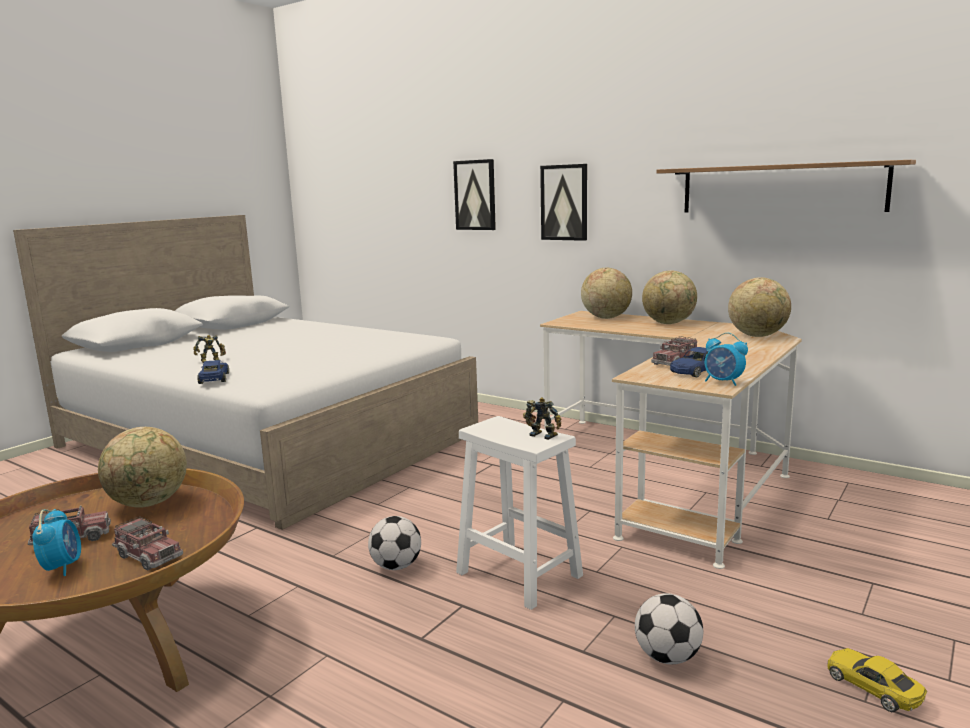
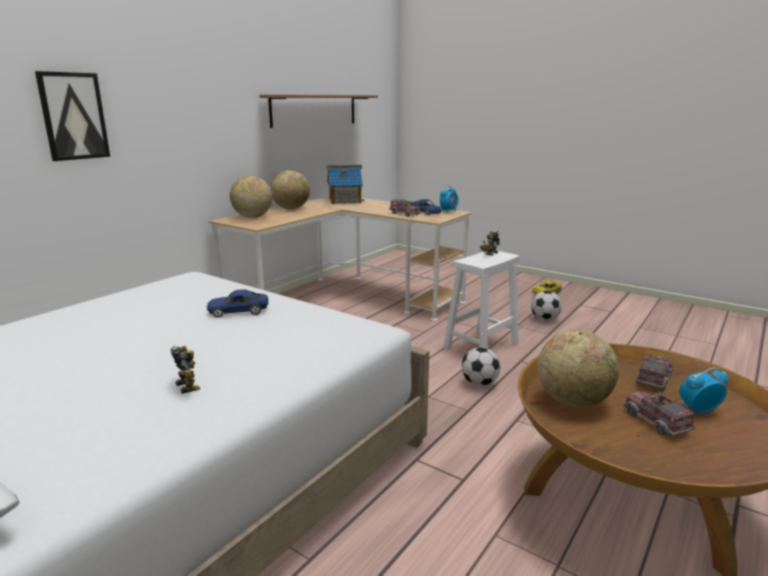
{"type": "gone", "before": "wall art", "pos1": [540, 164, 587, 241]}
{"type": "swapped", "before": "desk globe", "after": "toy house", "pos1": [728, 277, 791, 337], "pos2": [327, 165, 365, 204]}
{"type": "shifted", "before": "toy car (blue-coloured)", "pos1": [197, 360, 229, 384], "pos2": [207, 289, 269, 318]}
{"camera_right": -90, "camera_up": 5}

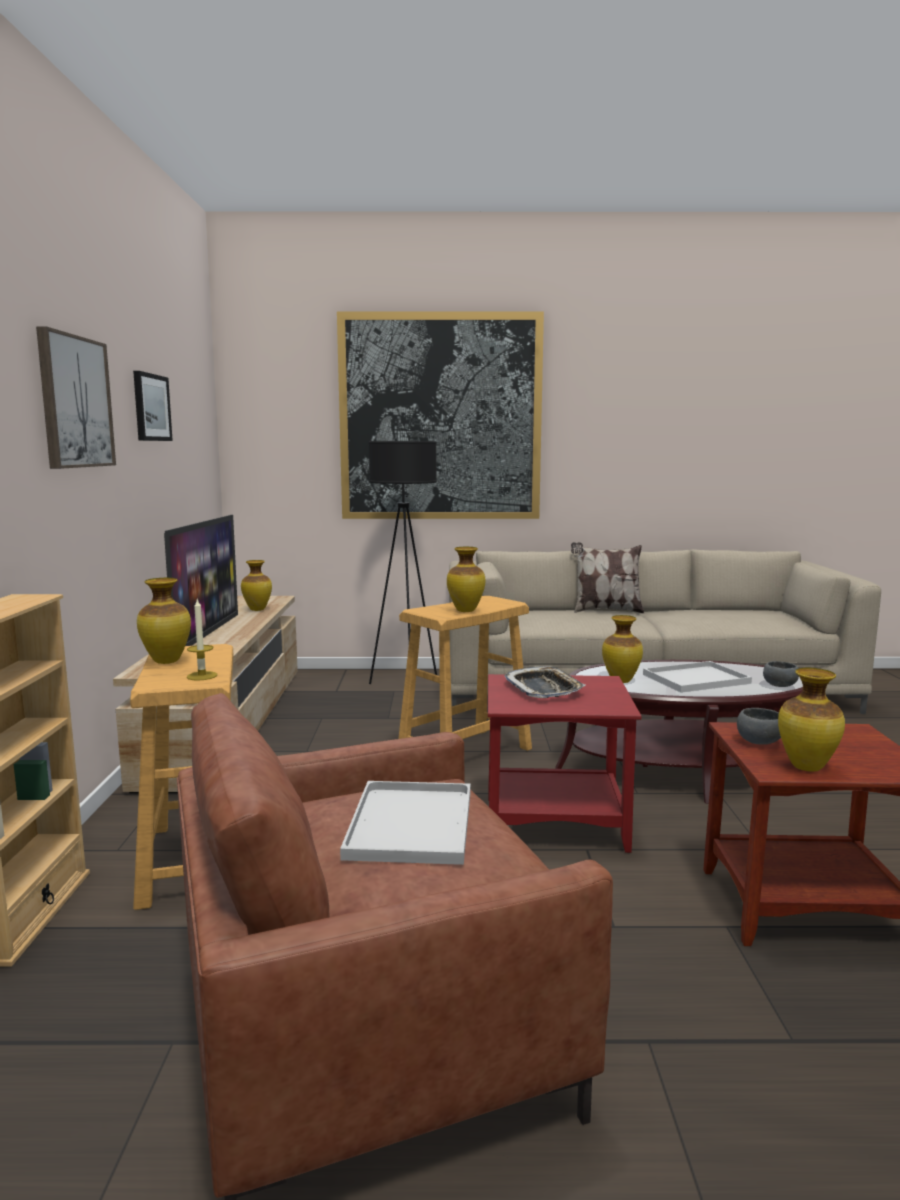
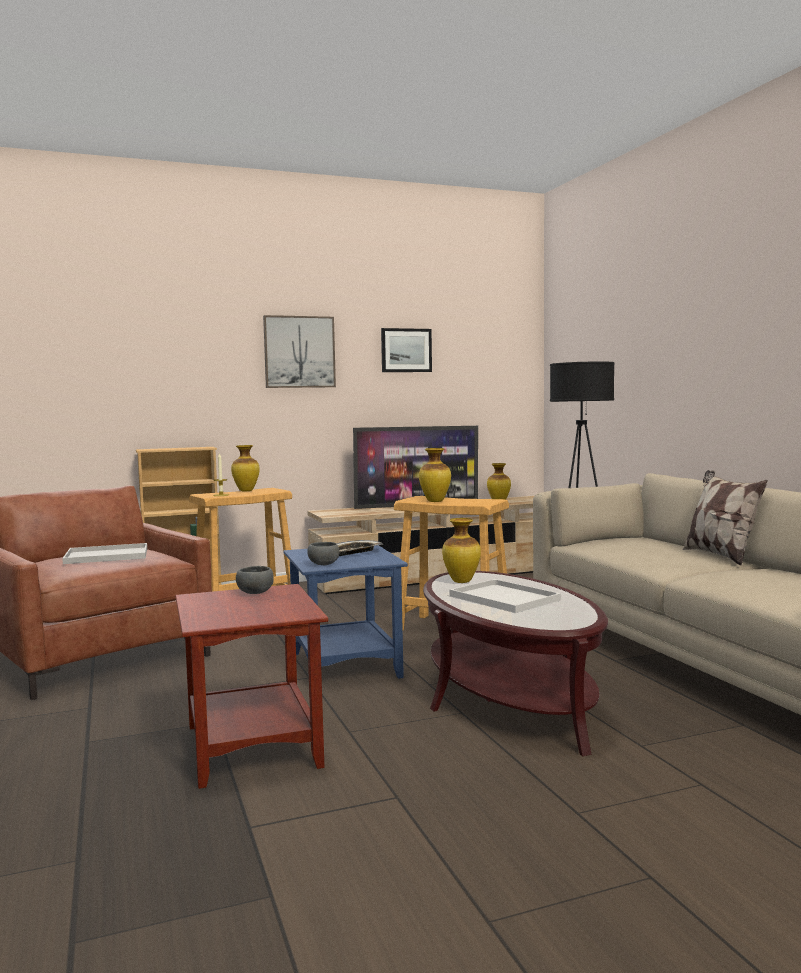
{"type": "gone", "before": "wall art", "pos1": [337, 311, 544, 519]}
{"type": "shifted", "before": "bowl (greyish)", "pos1": [763, 661, 799, 687], "pos2": [307, 542, 339, 565]}
{"type": "gone", "before": "vase", "pos1": [778, 668, 845, 772]}
{"type": "repainted", "before": "side table (red-coloured)", "after": "side table (blue-coloured)", "pos1": [488, 674, 642, 853], "pos2": [284, 546, 408, 679]}
{"camera_right": 70, "camera_up": -5}

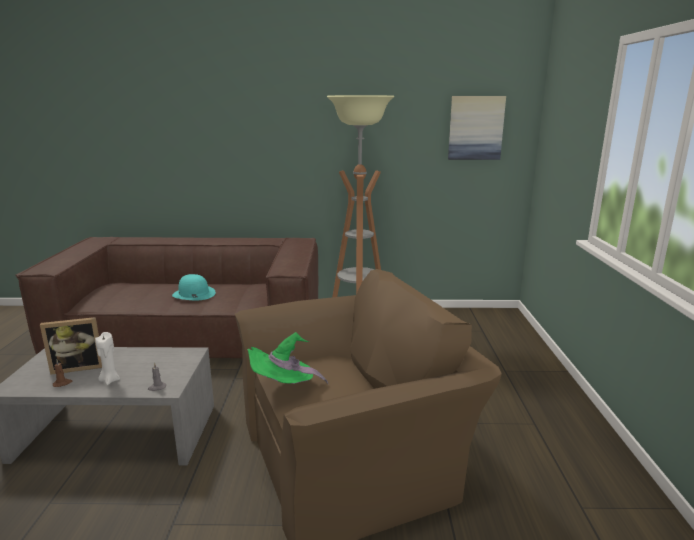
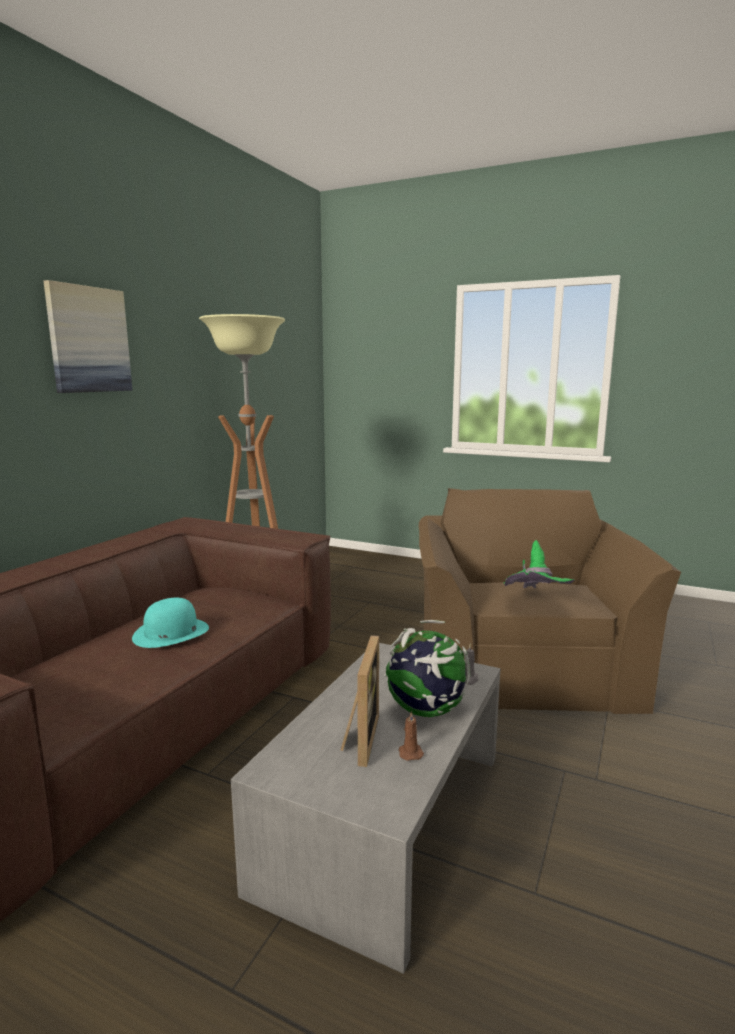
{"type": "shifted", "before": "wall art", "pos1": [448, 96, 506, 160], "pos2": [43, 280, 133, 393]}
{"type": "swapped", "before": "wax candle (white-coloured)", "after": "desk globe", "pos1": [95, 332, 120, 385], "pos2": [384, 620, 470, 717]}
{"camera_right": -65, "camera_up": -5}

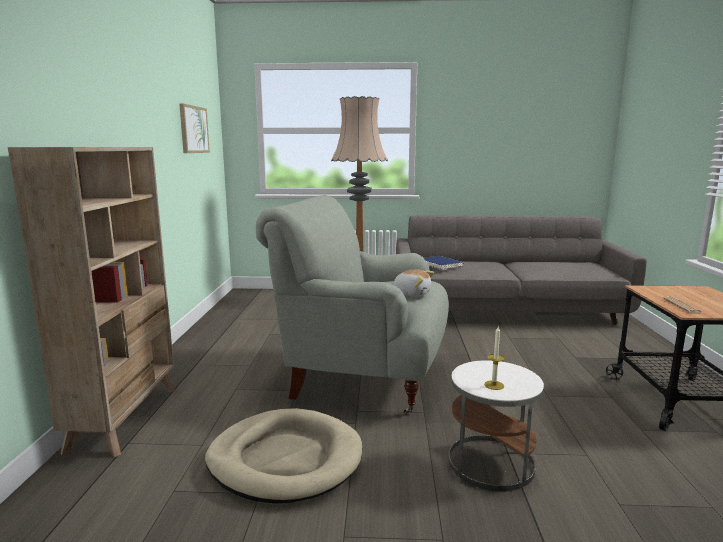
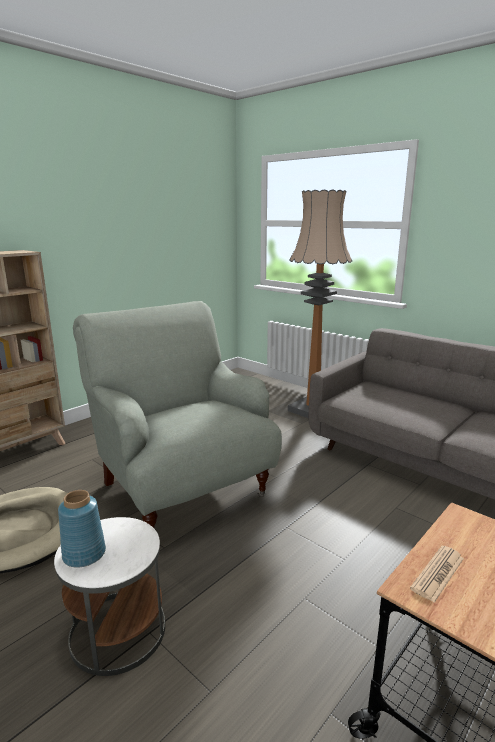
{"type": "gone", "before": "wall art", "pos1": [179, 103, 210, 153]}
{"type": "gone", "before": "book (blue-coloured)", "pos1": [424, 256, 464, 270]}
{"type": "gone", "before": "plush toy", "pos1": [390, 269, 434, 297]}
{"type": "swapped", "before": "wax candle", "after": "vase (blue-coloured)", "pos1": [484, 327, 505, 390], "pos2": [58, 490, 106, 568]}
{"camera_right": 40, "camera_up": 5}

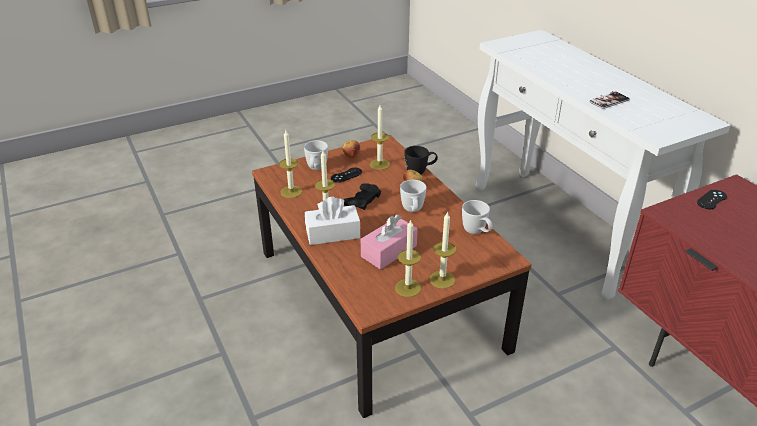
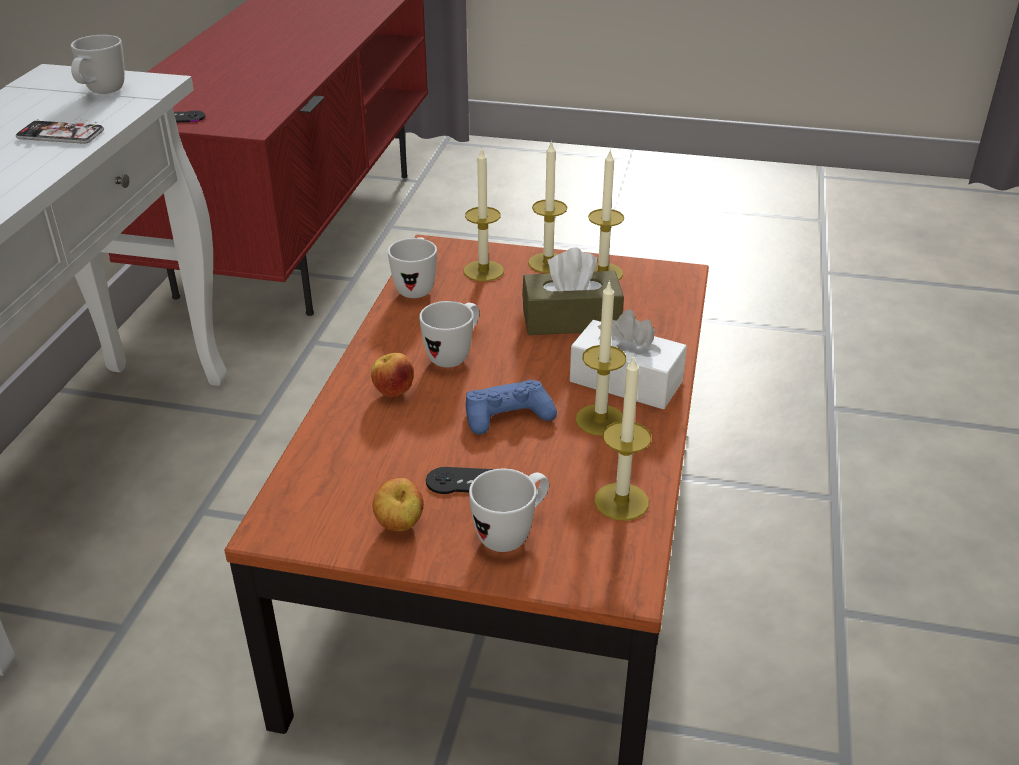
{"type": "shifted", "before": "wax candle", "pos1": [370, 105, 390, 170], "pos2": [464, 147, 504, 281]}
{"type": "gone", "before": "coffee mug (black-coloured)", "pos1": [404, 146, 438, 174]}
{"type": "repainted", "before": "gamepad (black-coloured)", "after": "gamepad (blue-coloured)", "pos1": [344, 183, 381, 210], "pos2": [466, 380, 557, 434]}
{"type": "repainted", "before": "tissue holder (pinkish)", "after": "tissue holder (brown)", "pos1": [361, 214, 418, 270], "pos2": [522, 247, 624, 335]}
{"type": "new", "after": "coffee mug (white-coloured)", "pos2": [71, 35, 125, 94]}
{"camera_right": -140, "camera_up": 0}

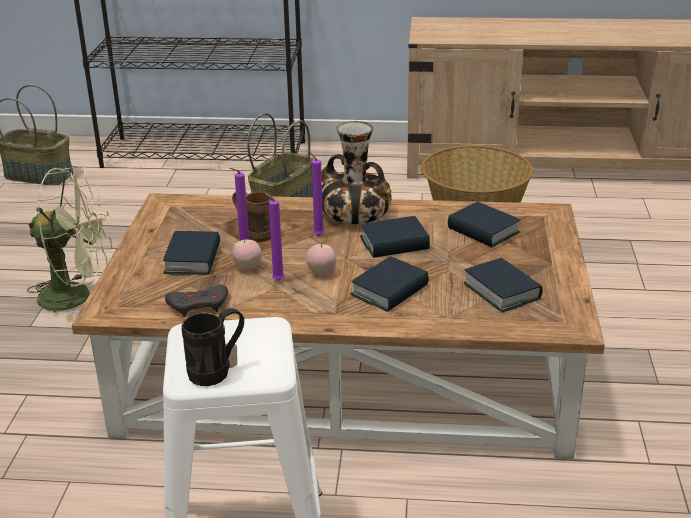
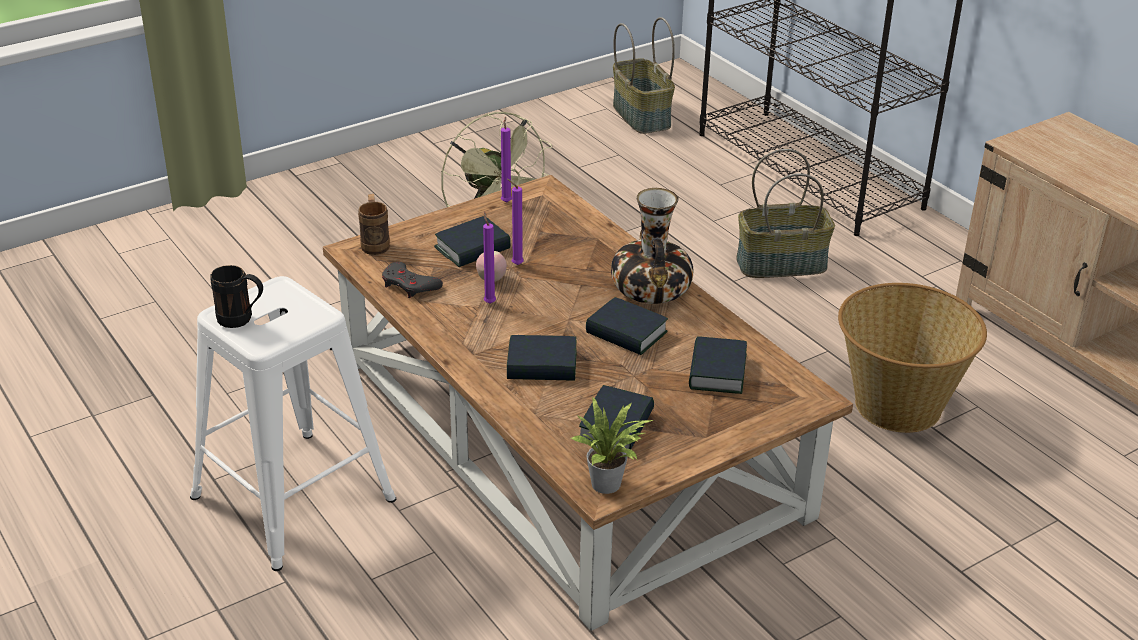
{"type": "shifted", "before": "wax candle (purple-coloured)", "pos1": [308, 150, 324, 236], "pos2": [501, 117, 512, 203]}
{"type": "shifted", "before": "coffee mug (brown)", "pos1": [232, 192, 272, 242], "pos2": [358, 194, 390, 255]}
{"type": "gone", "before": "apple", "pos1": [306, 242, 336, 275]}
{"type": "new", "after": "potted plant", "pos2": [570, 398, 653, 494]}
{"camera_right": 50, "camera_up": 5}

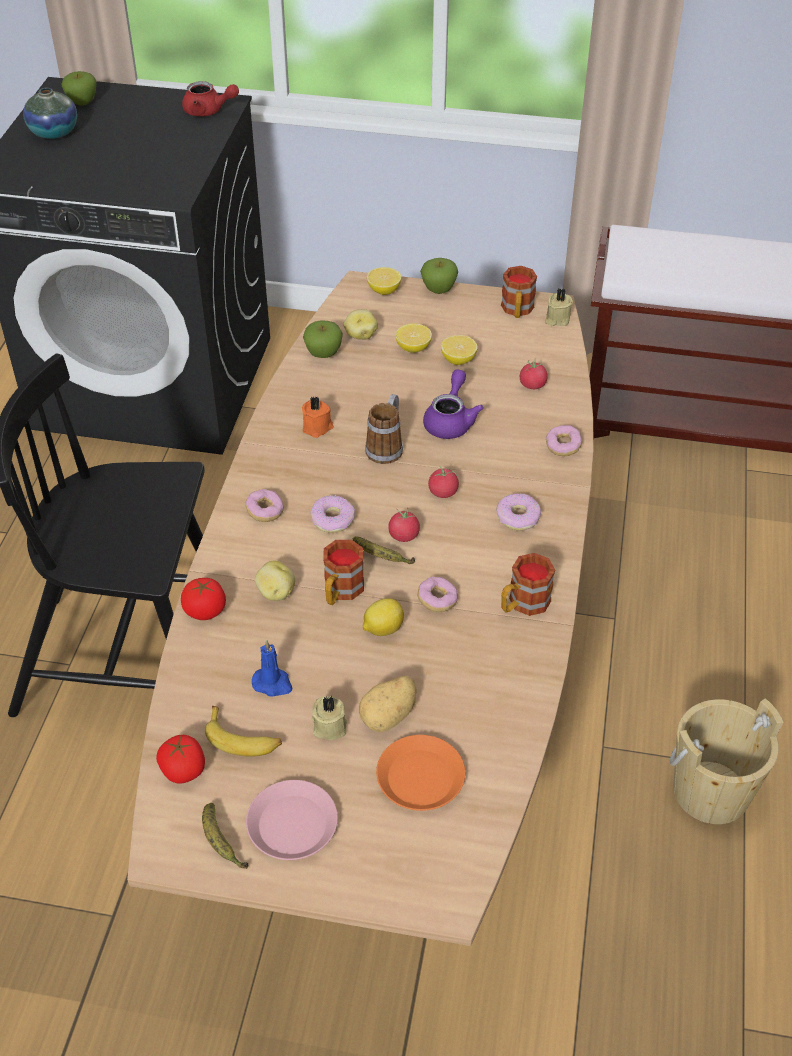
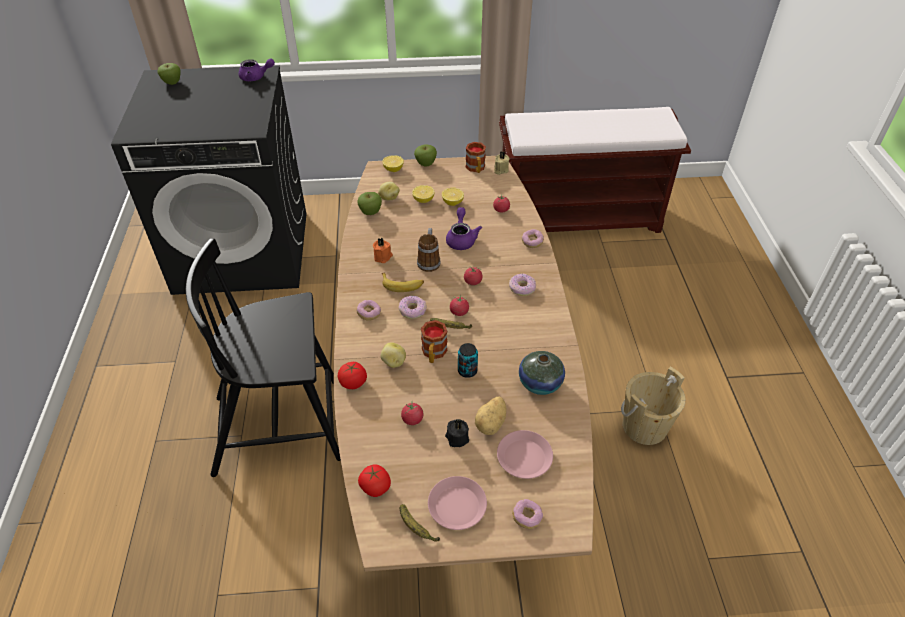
{"type": "repainted", "before": "teapot (red-coloured)", "after": "teapot (purple-coloured)", "pos1": [182, 81, 239, 116], "pos2": [239, 58, 275, 81]}
{"type": "shifted", "before": "vase", "pos1": [23, 88, 77, 139], "pos2": [519, 351, 565, 395]}
{"type": "gone", "before": "coffee mug", "pos1": [501, 553, 555, 616]}
{"type": "shifted", "before": "ring doughnut", "pos1": [417, 577, 458, 612], "pos2": [512, 499, 543, 529]}
{"type": "swapped", "before": "whole lemon", "after": "metal can", "pos1": [363, 598, 404, 636], "pos2": [458, 343, 478, 378]}
{"type": "swapped", "before": "wax candle (blue-coloured)", "after": "tomato", "pos1": [252, 640, 292, 696], "pos2": [401, 403, 424, 425]}
{"type": "repainted", "before": "wax candle (beige)", "after": "wax candle (black-coloured)", "pos1": [312, 696, 347, 740], "pos2": [445, 419, 469, 447]}
{"type": "shifted", "before": "whole banana", "pos1": [205, 706, 282, 757], "pos2": [382, 273, 424, 292]}
{"type": "repainted", "before": "dinner plate (orangey)", "after": "dinner plate (pinkish)", "pos1": [376, 735, 465, 811], "pos2": [497, 430, 553, 479]}
{"camera_right": -15, "camera_up": 0}

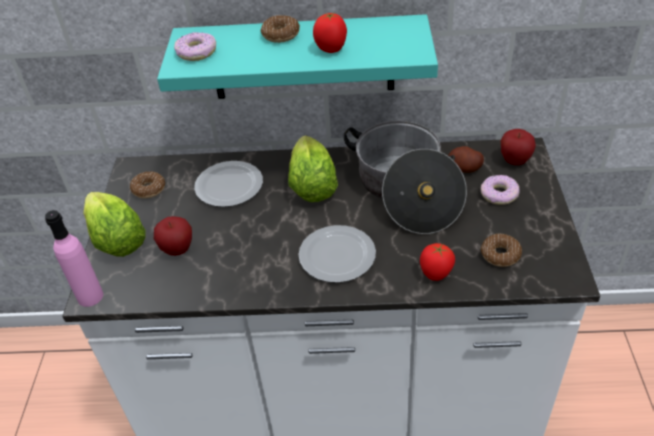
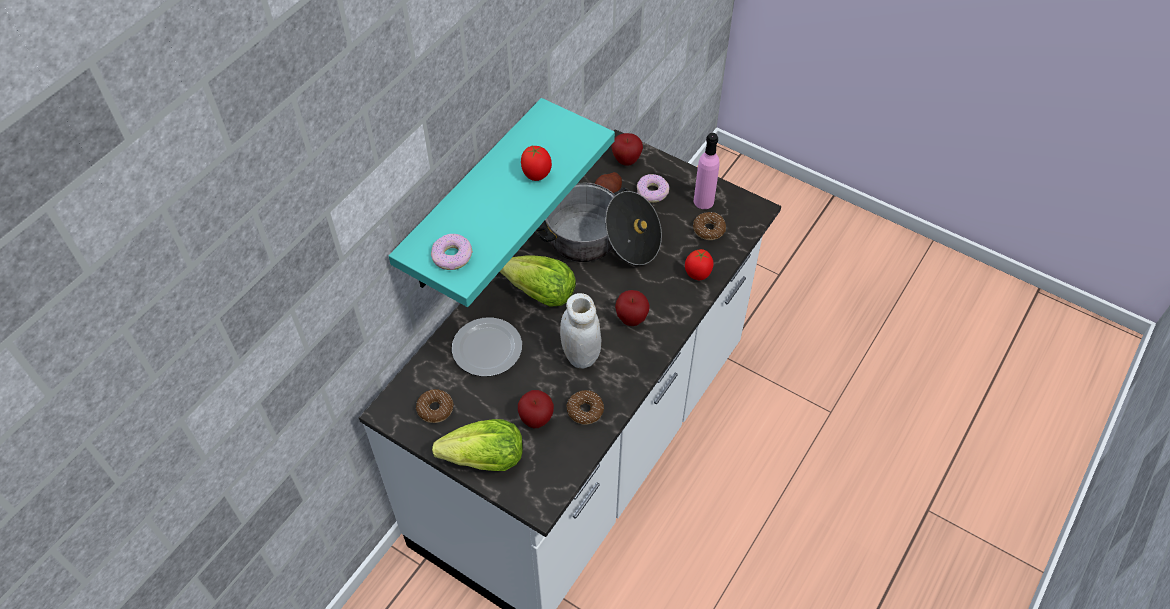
{"type": "shifted", "before": "ring doughnut", "pos1": [261, 15, 300, 43], "pos2": [566, 390, 604, 425]}
{"type": "shifted", "before": "beverage bottle (pinkish)", "pos1": [45, 210, 103, 307], "pos2": [694, 133, 719, 209]}
{"type": "swapped", "before": "dinner plate", "after": "apple", "pos1": [298, 225, 376, 283], "pos2": [615, 290, 650, 326]}
{"type": "new", "after": "storage jar (white-coloured)", "pos2": [560, 293, 601, 368]}
{"camera_right": -60, "camera_up": 10}

